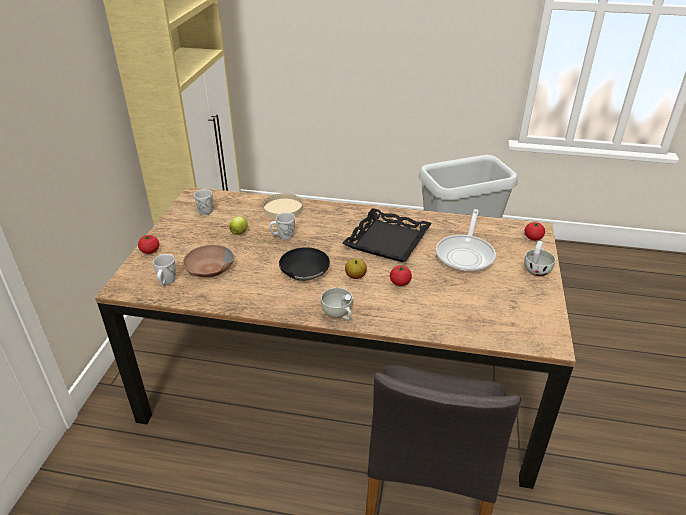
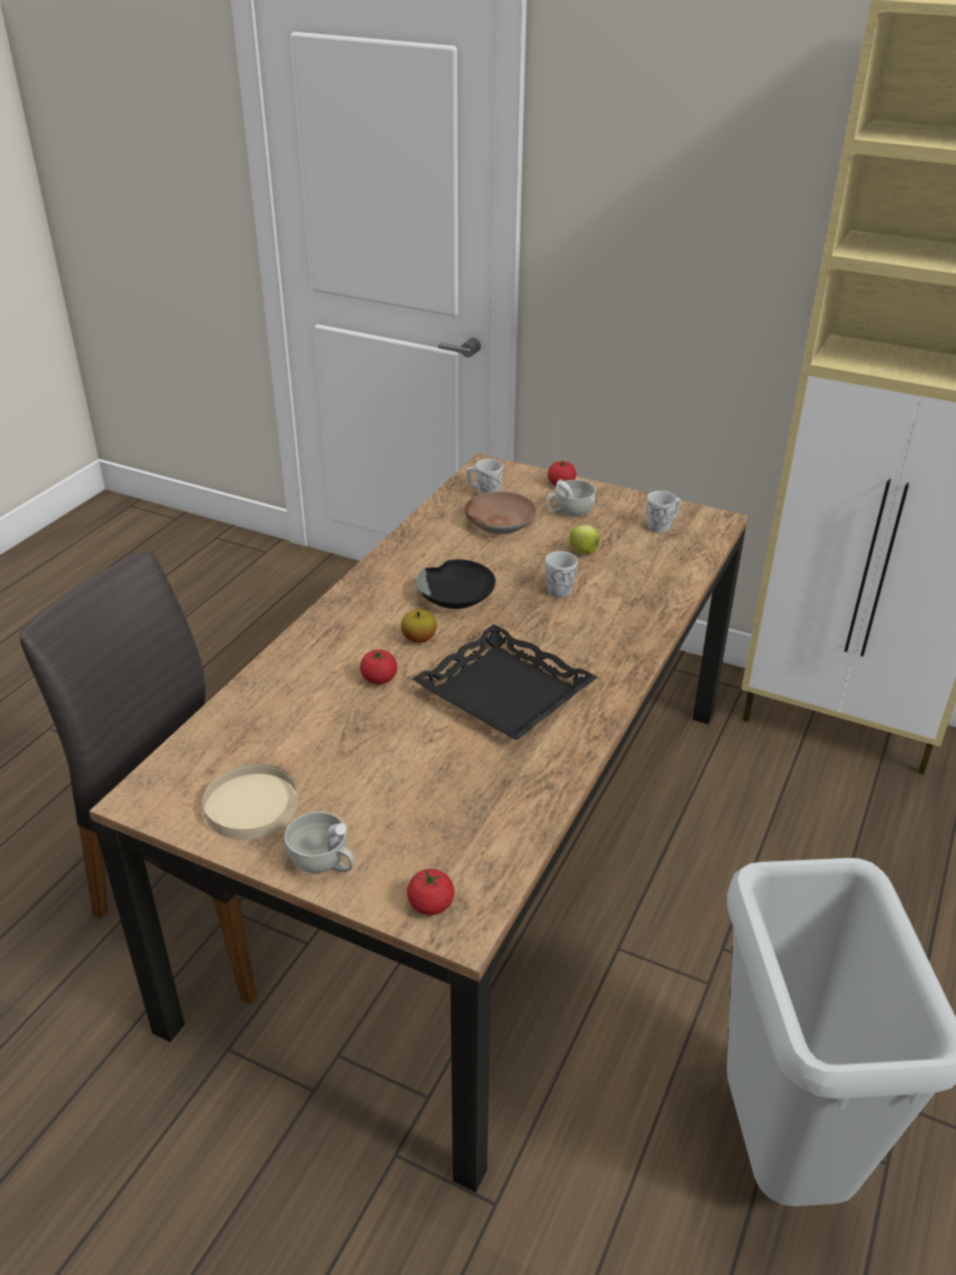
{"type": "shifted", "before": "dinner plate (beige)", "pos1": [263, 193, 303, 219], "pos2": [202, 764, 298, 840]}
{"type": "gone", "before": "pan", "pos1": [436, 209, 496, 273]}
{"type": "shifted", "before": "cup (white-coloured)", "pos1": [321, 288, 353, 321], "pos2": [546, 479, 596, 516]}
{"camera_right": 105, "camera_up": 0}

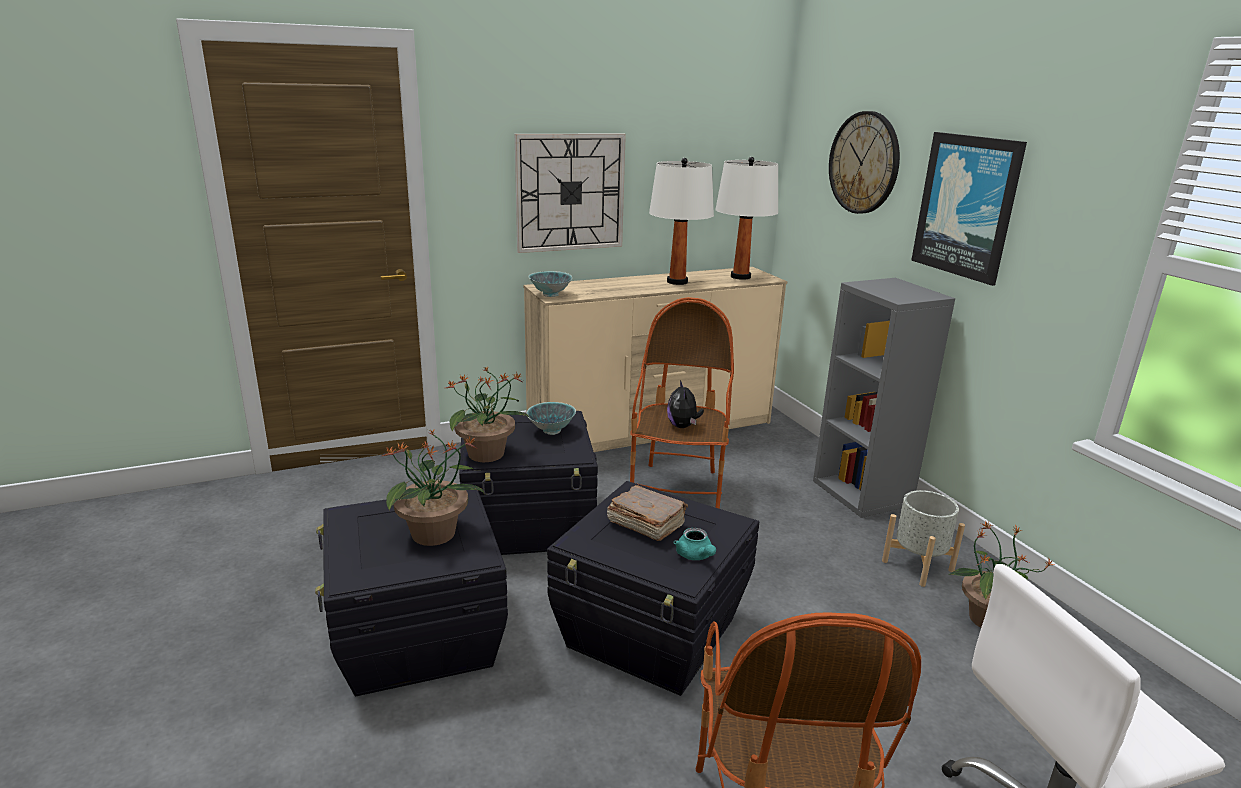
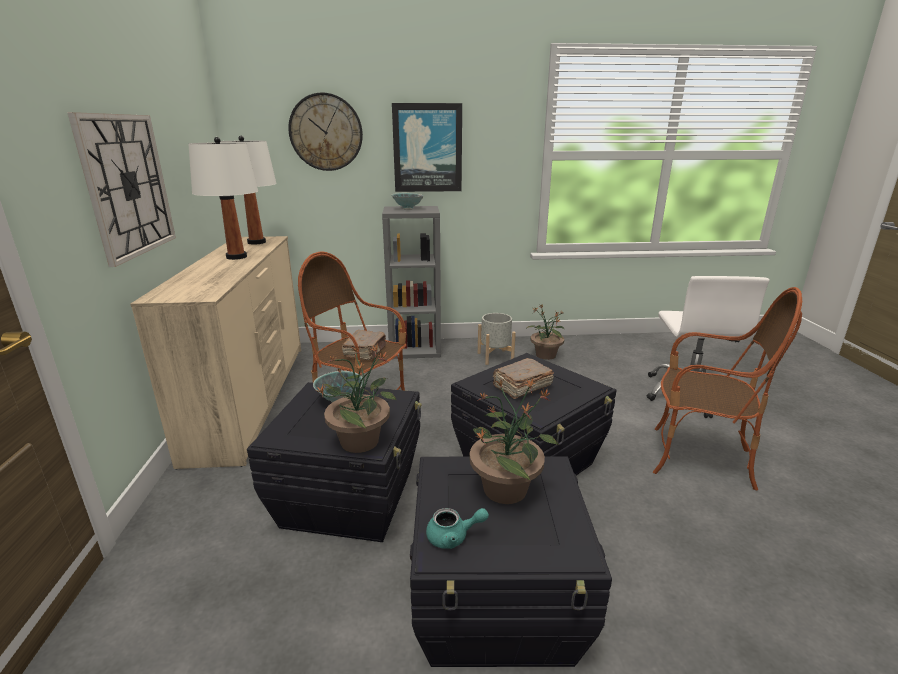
{"type": "shifted", "before": "bowl", "pos1": [528, 271, 572, 297], "pos2": [391, 193, 424, 210]}
{"type": "swapped", "before": "plush toy", "after": "book (brown)", "pos1": [667, 380, 704, 428], "pos2": [342, 330, 386, 360]}
{"type": "shifted", "before": "teapot (turquoise-coloured)", "pos1": [673, 528, 716, 560], "pos2": [426, 508, 489, 549]}
{"camera_right": -70, "camera_up": 0}

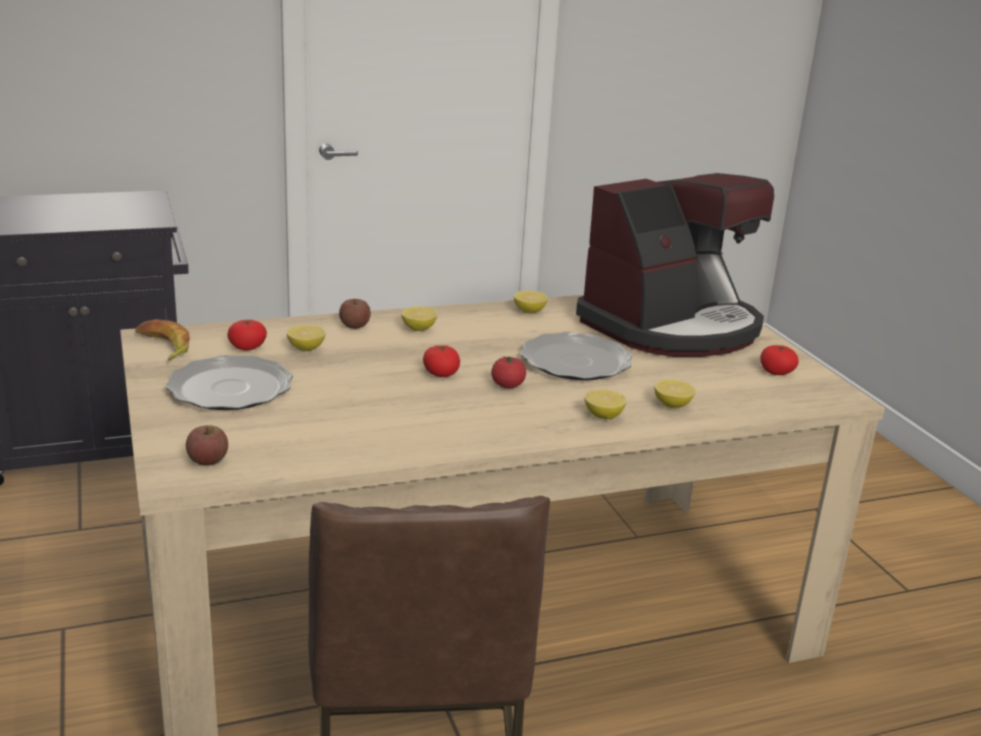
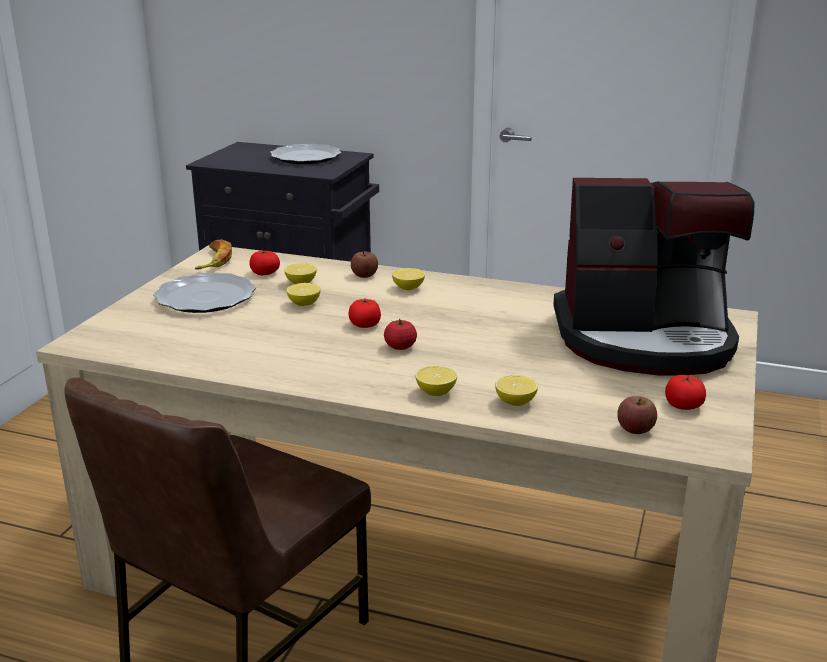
{"type": "shifted", "before": "whole lemon", "pos1": [514, 291, 548, 314], "pos2": [286, 283, 321, 306]}
{"type": "shifted", "before": "dinner plate", "pos1": [520, 332, 632, 380], "pos2": [270, 144, 341, 164]}
{"type": "shifted", "before": "apple", "pos1": [186, 425, 228, 466], "pos2": [617, 396, 657, 434]}
{"camera_right": 40, "camera_up": 0}

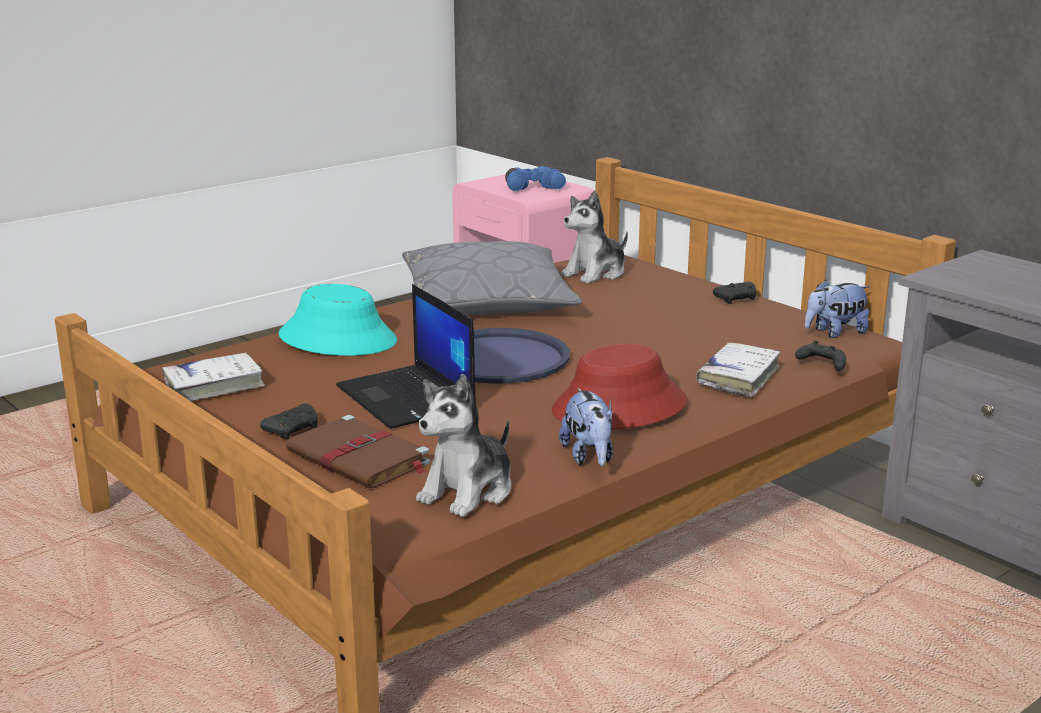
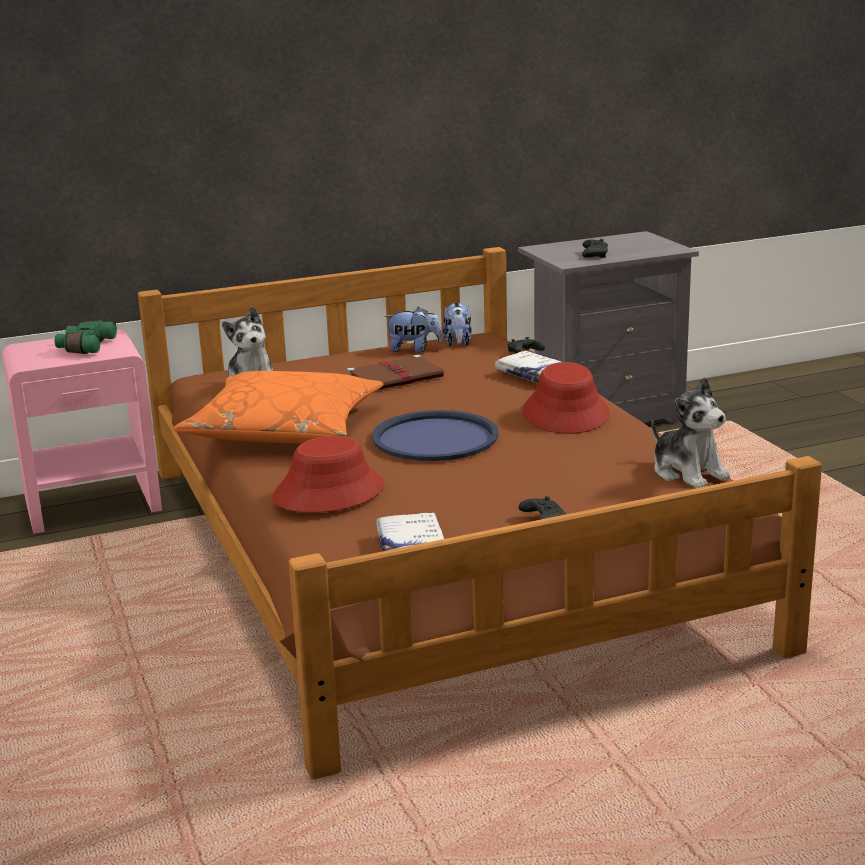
{"type": "repainted", "before": "field glasses (blue-coloured)", "after": "field glasses (green-coloured)", "pos1": [505, 166, 566, 191], "pos2": [55, 320, 117, 354]}
{"type": "repainted", "before": "pillow (greyish)", "after": "pillow (orangey)", "pos1": [402, 241, 582, 315], "pos2": [173, 371, 384, 443]}
{"type": "shifted", "before": "gamepad (black-coloured)", "pos1": [713, 282, 756, 304], "pos2": [582, 239, 608, 258]}
{"type": "repainted", "before": "clothing hat (turquoise-coloured)", "after": "clothing hat (red-coloured)", "pos1": [279, 284, 397, 356], "pos2": [272, 436, 384, 513]}
{"type": "gone", "before": "notebook computer", "pos1": [336, 284, 476, 429]}
{"type": "shifted", "before": "plush toy", "pos1": [559, 388, 613, 466], "pos2": [384, 307, 442, 352]}
{"type": "shifted", "before": "book (brown)", "pos1": [286, 415, 430, 488], "pos2": [347, 355, 444, 390]}
{"camera_right": -70, "camera_up": 0}

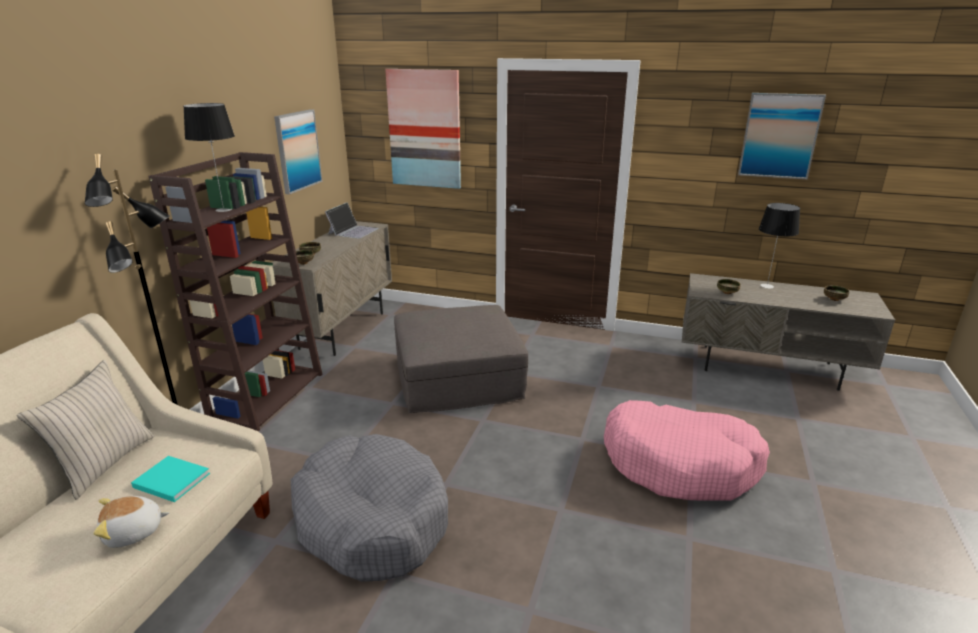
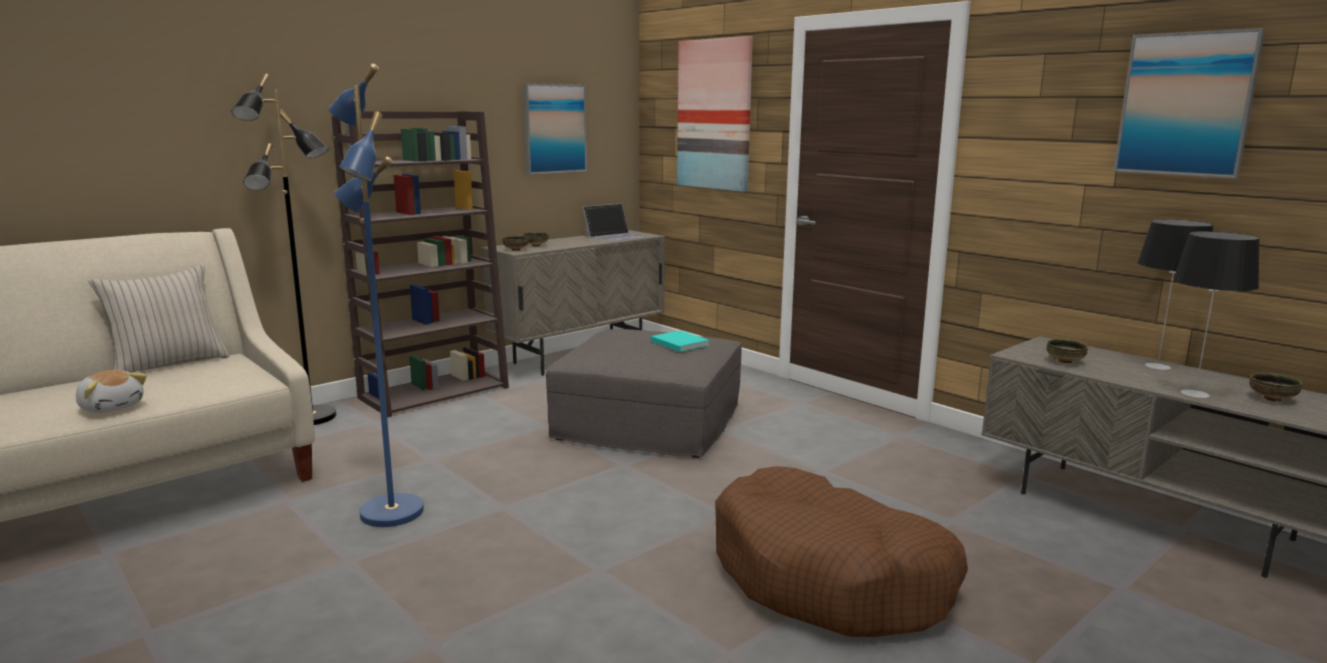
{"type": "shifted", "before": "lamp for a table", "pos1": [183, 103, 235, 212], "pos2": [1173, 231, 1260, 398]}
{"type": "repainted", "before": "dog bed (pinkish)", "after": "dog bed (brown)", "pos1": [604, 400, 770, 501], "pos2": [715, 466, 968, 637]}
{"type": "swapped", "before": "dog bed (greyish)", "after": "standard lamp (blue-coloured)", "pos1": [291, 434, 448, 582], "pos2": [328, 64, 424, 527]}
{"type": "shifted", "before": "book (turquoise-coloured)", "pos1": [131, 456, 210, 502], "pos2": [651, 330, 710, 352]}
{"type": "rotated", "before": "plush toy", "pos1": [93, 496, 170, 548], "pos2": [76, 370, 147, 413], "turn": -150}
{"camera_right": 30, "camera_up": -10}

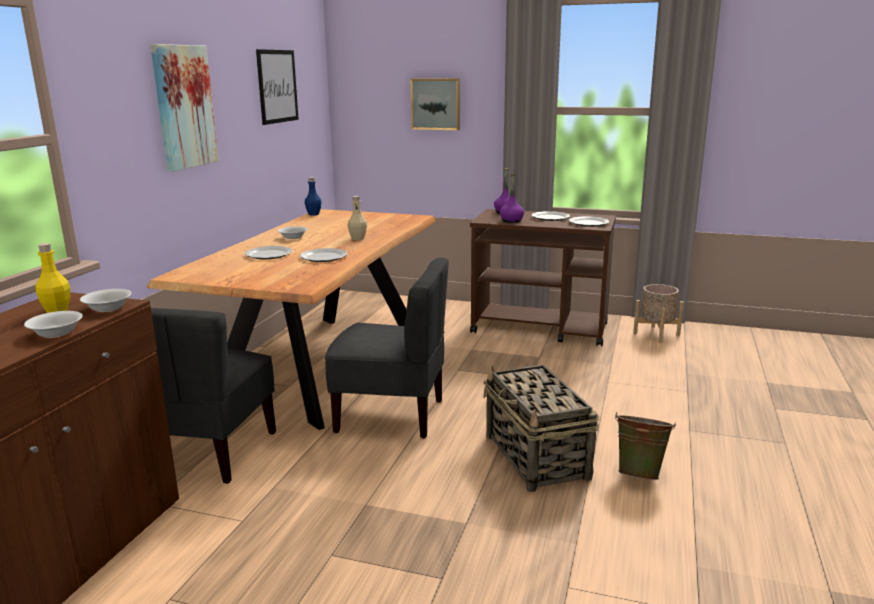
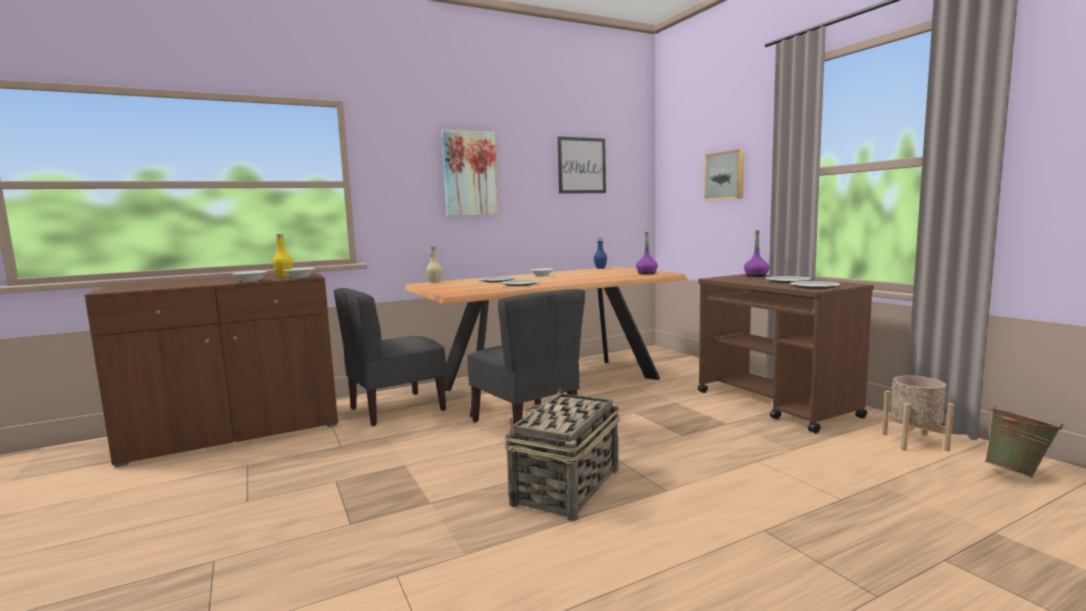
{"type": "shifted", "before": "beverage bottle (purple-coloured)", "pos1": [500, 174, 524, 223], "pos2": [636, 232, 658, 274]}
{"type": "shifted", "before": "beverage bottle (beige)", "pos1": [348, 196, 367, 240], "pos2": [426, 247, 443, 283]}
{"type": "shifted", "before": "pail (green-coloured)", "pos1": [615, 412, 676, 480], "pos2": [985, 406, 1063, 478]}
{"camera_right": 45, "camera_up": -10}

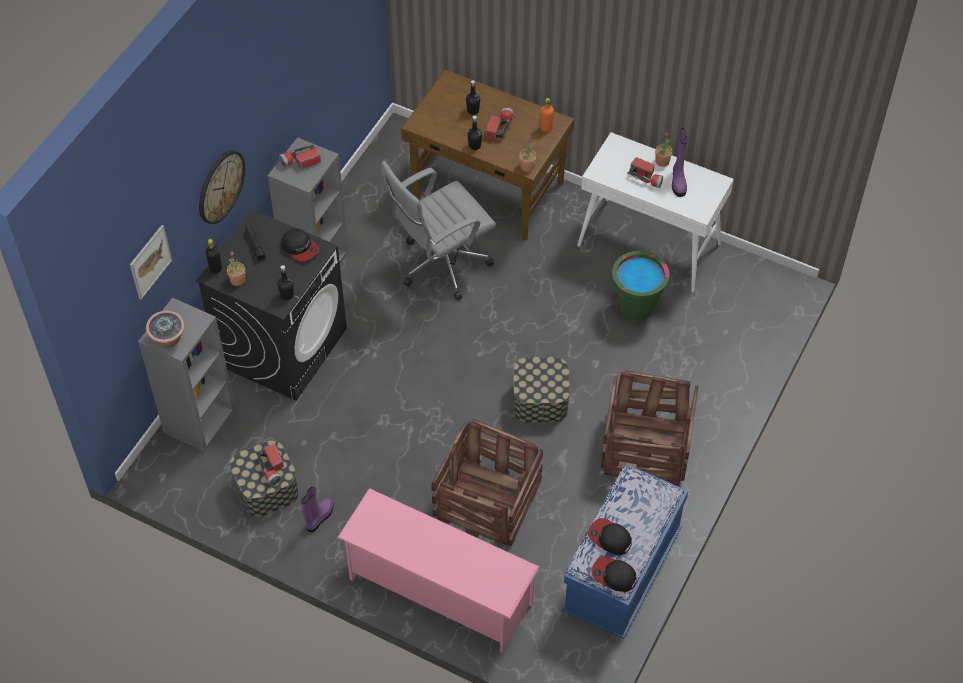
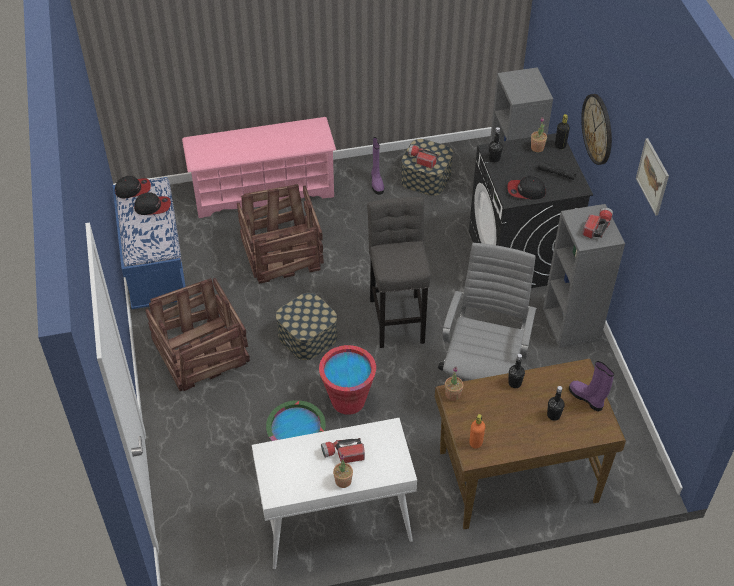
{"type": "gone", "before": "flashlight", "pos1": [486, 108, 513, 140]}
{"type": "shifted", "before": "tall boot (purple-coloured)", "pos1": [672, 128, 687, 197], "pos2": [569, 361, 614, 411]}
{"type": "shifted", "before": "wall art", "pos1": [130, 225, 172, 299], "pos2": [636, 138, 669, 215]}
{"type": "gone", "before": "potted plant", "pos1": [146, 310, 185, 348]}
{"type": "new", "after": "stool (greyish)", "pos2": [367, 197, 430, 348]}
{"type": "new", "after": "pail (red-coloured)", "pos2": [319, 345, 376, 415]}
{"camera_right": 140, "camera_up": -5}

